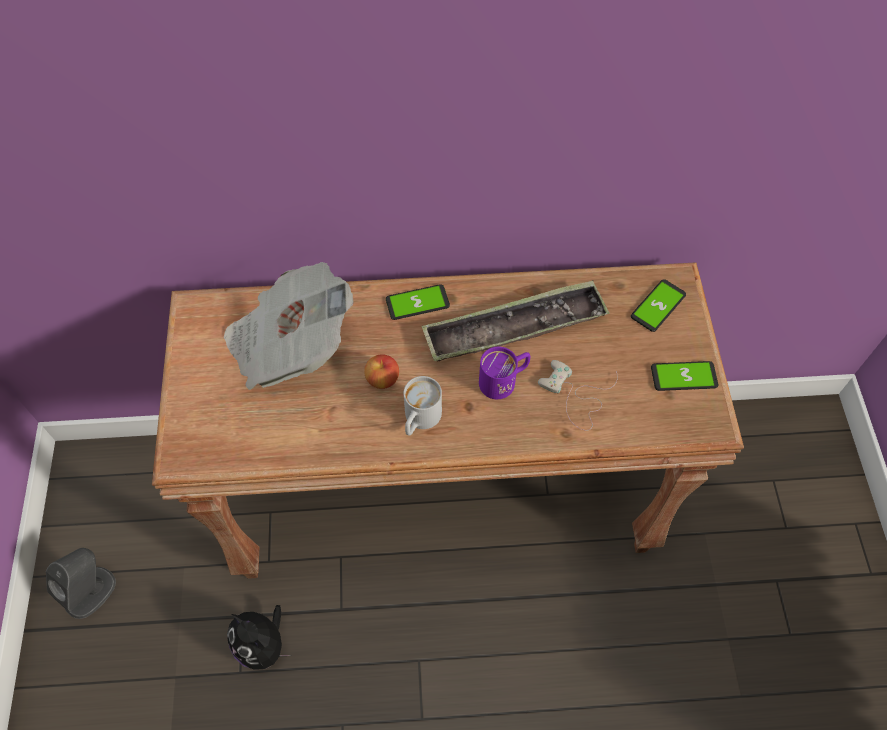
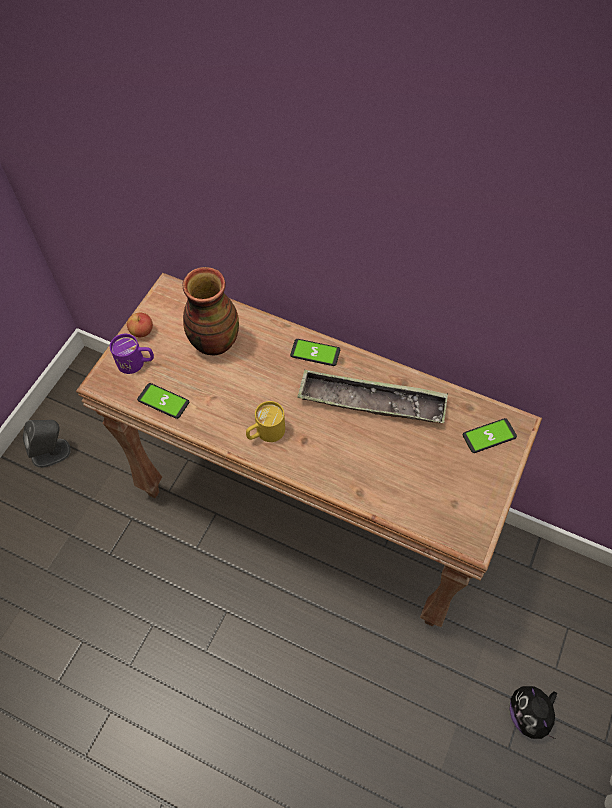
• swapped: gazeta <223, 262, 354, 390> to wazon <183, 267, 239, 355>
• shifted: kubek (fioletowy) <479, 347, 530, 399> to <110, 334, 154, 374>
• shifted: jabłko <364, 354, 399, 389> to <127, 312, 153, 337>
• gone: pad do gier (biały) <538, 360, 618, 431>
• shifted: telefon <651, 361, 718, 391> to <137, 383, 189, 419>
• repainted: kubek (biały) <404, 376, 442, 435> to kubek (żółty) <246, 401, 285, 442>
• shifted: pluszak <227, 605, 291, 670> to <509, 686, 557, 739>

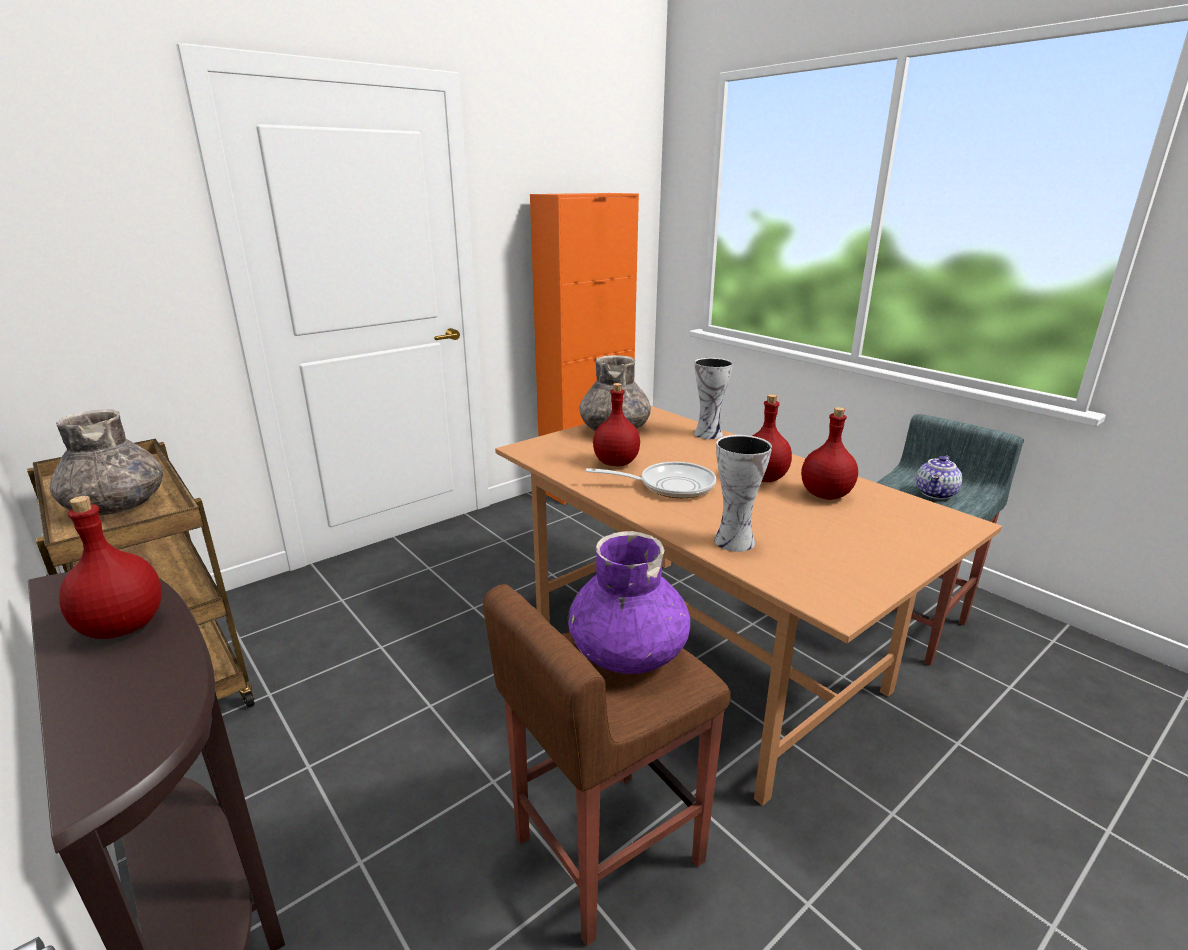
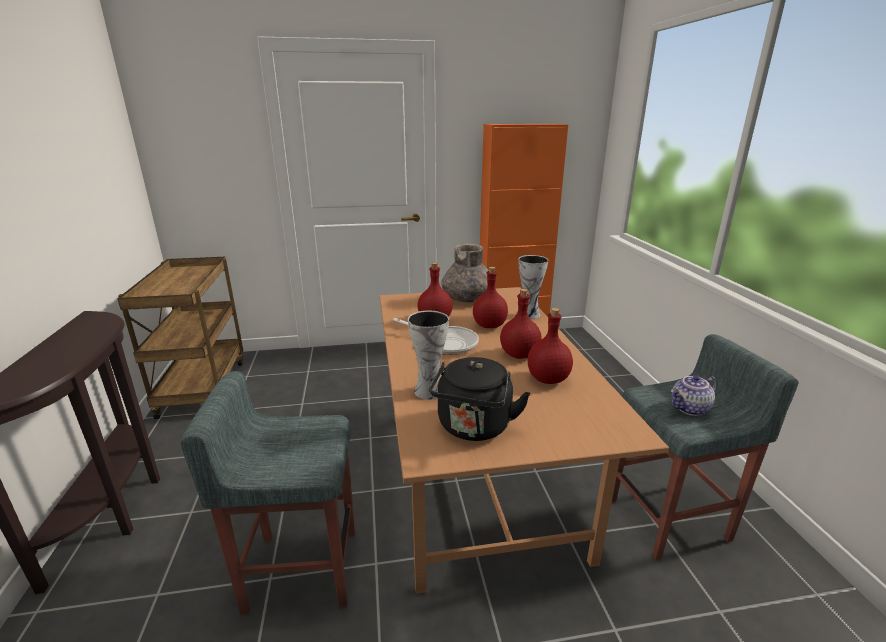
• gone: wazon (szary) <49, 409, 163, 516>
• shifted: butelka (czerwony) <59, 496, 162, 639> to <473, 267, 508, 328>
• gone: wazon (fioletowy) <568, 531, 690, 674>
• repainted: stołek (brązowy) <483, 584, 731, 946> to stołek (szary) <181, 371, 355, 615>
• new: czajnik (czarny) <429, 357, 530, 441>

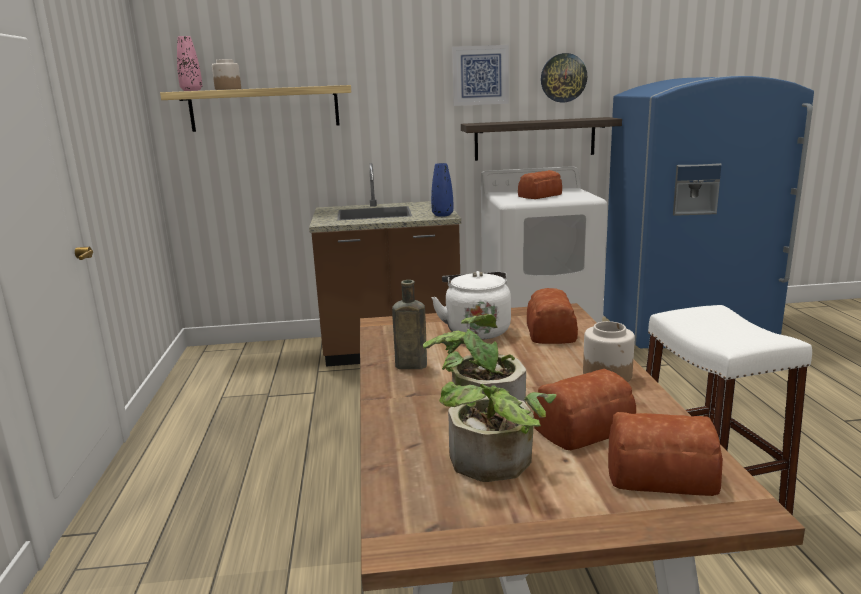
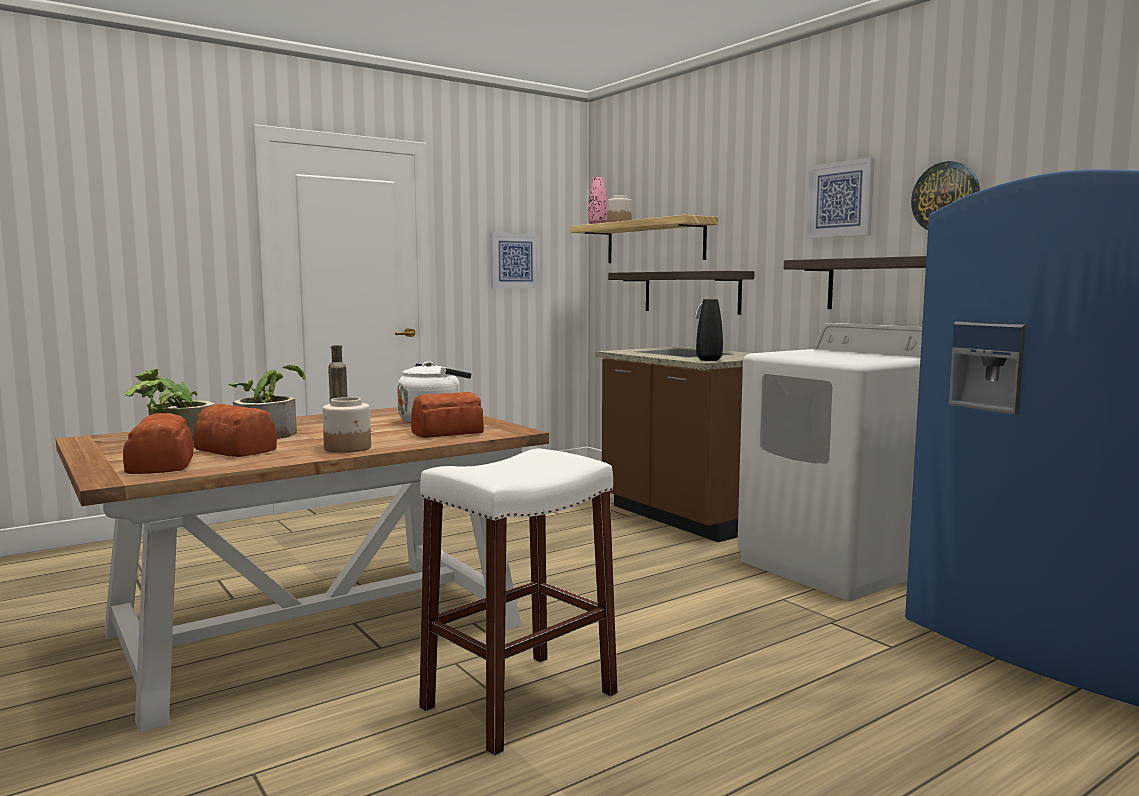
• repainted: wazon (niebieski) <431, 163, 453, 217> to wazon (czarny) <696, 299, 723, 361>
• gone: chleb <518, 170, 562, 199>
• new: obraz <490, 232, 539, 289>
• new: półka <608, 271, 754, 315>

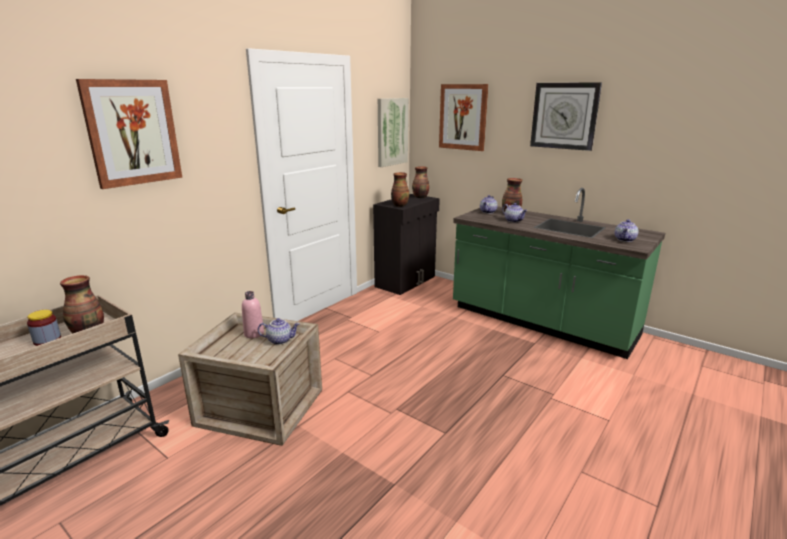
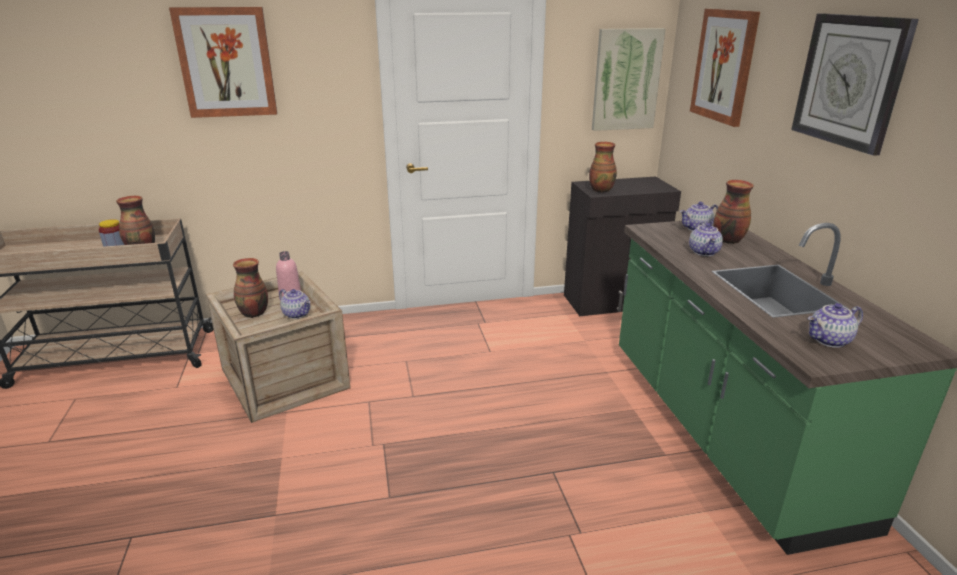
• shifted: wazon <412, 166, 429, 198> to <233, 258, 268, 318>

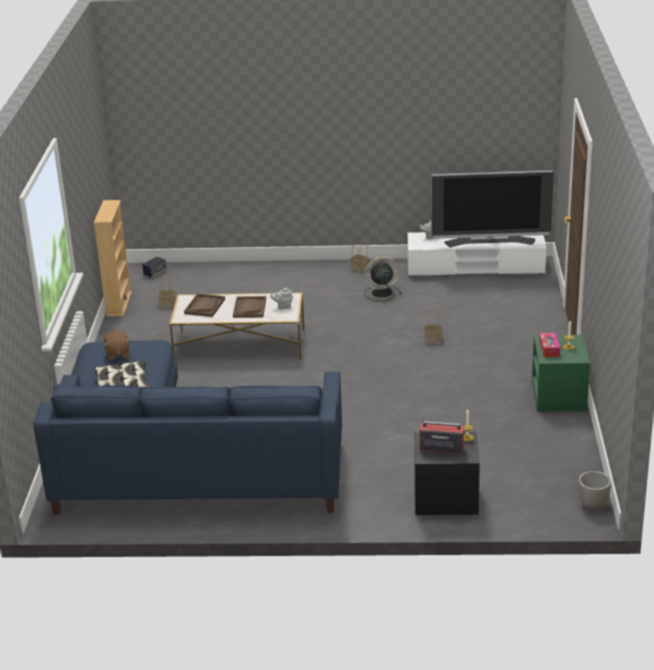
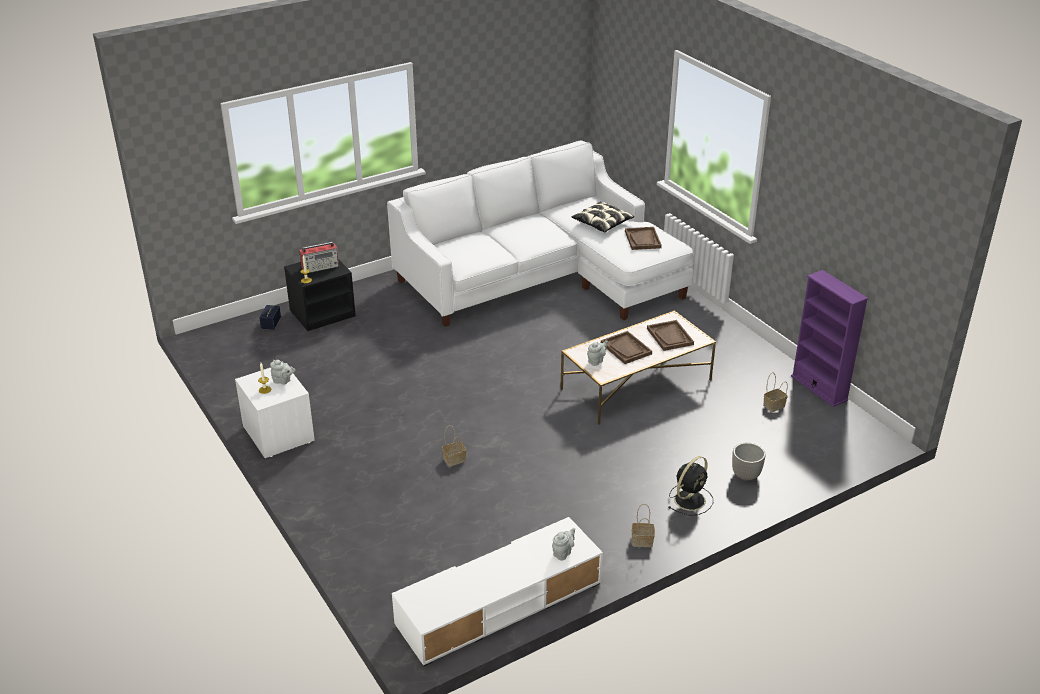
• gone: telewizor <432, 170, 554, 247>
• repainted: regał (beżowy) <94, 200, 132, 317> to regał (fioletowy) <791, 270, 869, 407>
• shifted: głośnik <142, 257, 166, 278> to <259, 305, 281, 330>
• shifted: wentylator (czarny) <364, 257, 401, 302> to <668, 456, 713, 516>
• swapped: pluszak (brązowy) <103, 331, 130, 360> to taca (brązowy) <625, 227, 662, 250>
• swapped: pudełko chusteczek <539, 332, 560, 357> to imbryk (szary) <270, 360, 296, 384>
• repainted: szafka nocna (zielony) <532, 335, 590, 412> to szafka nocna (biały) <235, 368, 315, 458>
• repainted: kanapa (niebieski) <33, 340, 342, 515> to kanapa (biały) <387, 141, 694, 327>
• shifted: donica <578, 471, 611, 509> to <732, 443, 765, 481>

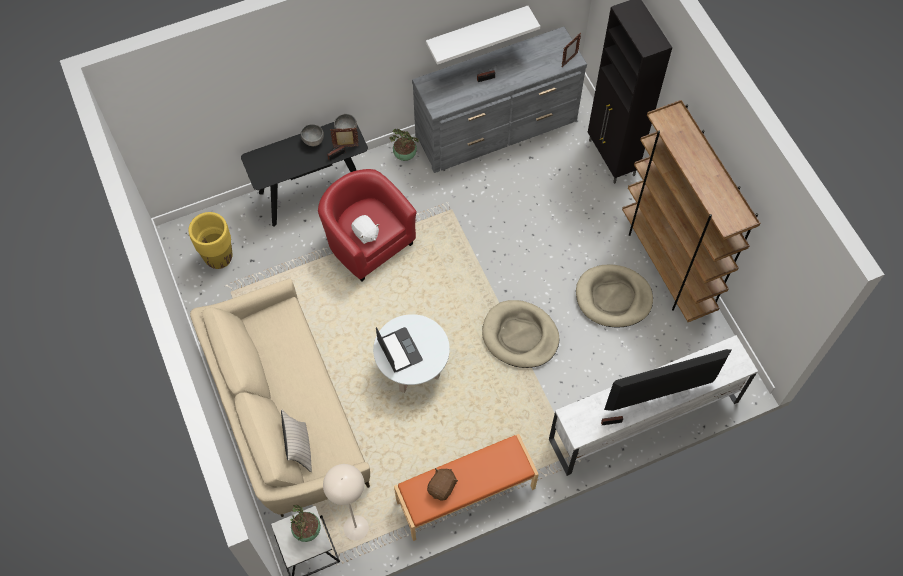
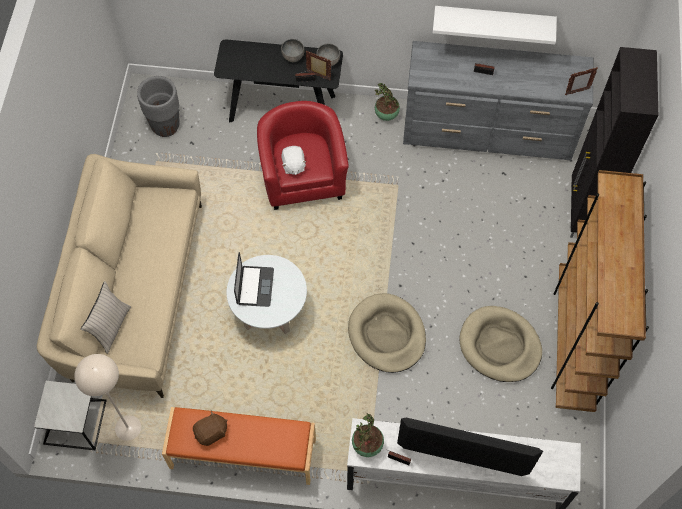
• repainted: donica (żółty) <189, 212, 233, 269> to donica (szary) <137, 76, 180, 137>
• shifted: roślina doniczkowa <290, 505, 321, 542> to <352, 414, 384, 457>

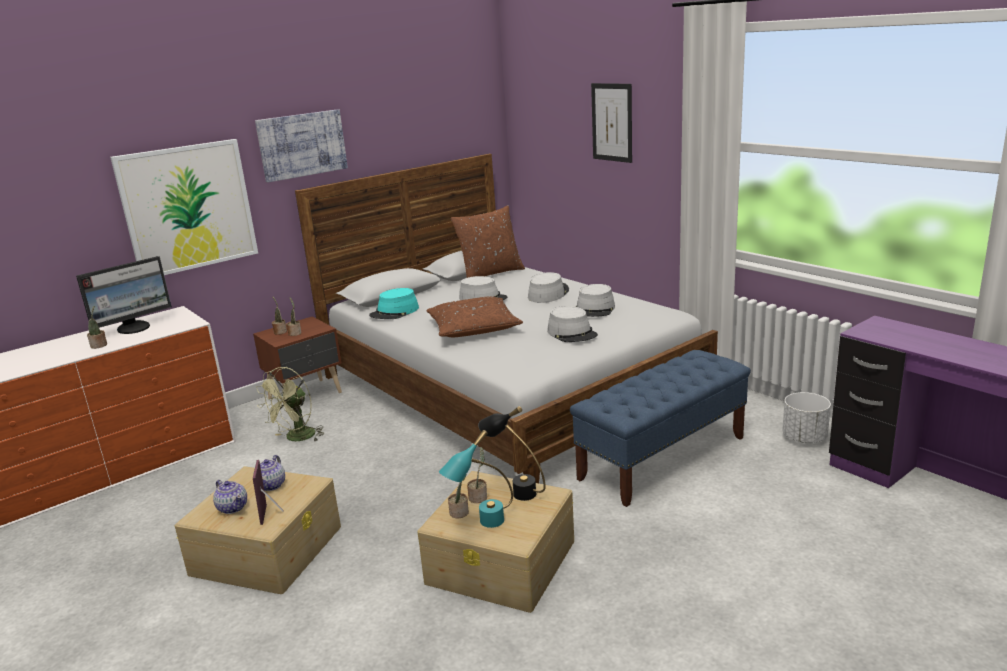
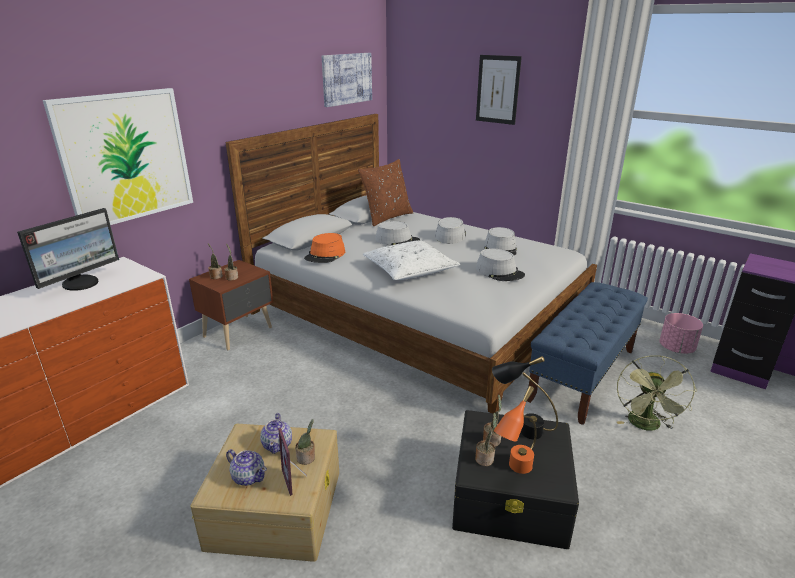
• shifted: obraz <255, 109, 348, 182> to <322, 53, 372, 107>
• repainted: kapelusz (turkusowy) <369, 288, 419, 319> to kapelusz (pomarańczowy) <304, 233, 345, 263>
• repainted: poduszka (brązowy) <426, 296, 523, 337> to poduszka (biały) <363, 240, 460, 280>
• shifted: roślina doniczkowa <87, 306, 107, 349> to <295, 419, 315, 465>
• shifted: wentylator (zielony) <256, 367, 324, 441> to <617, 355, 697, 431>
• repainted: donica (biały) <782, 392, 831, 443> to donica (różowy) <659, 313, 703, 354>
• repainted: lampa stołowa (turkusowy) <439, 430, 513, 528> to lampa stołowa (pomarańczowy) <494, 386, 537, 474>
• repainted: pojemnik do przechowywania (beżowy) <417, 471, 574, 613> to pojemnik do przechowywania (czarny) <452, 410, 579, 549>

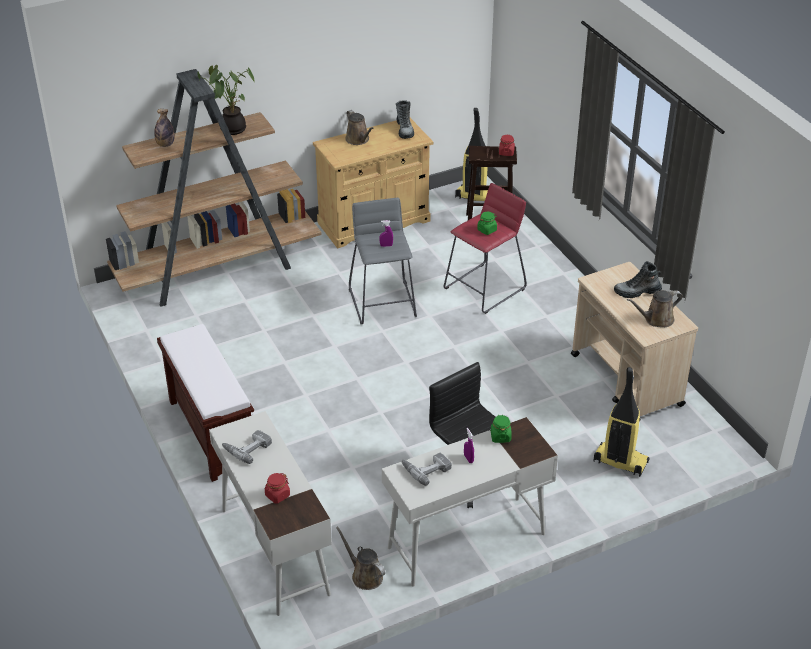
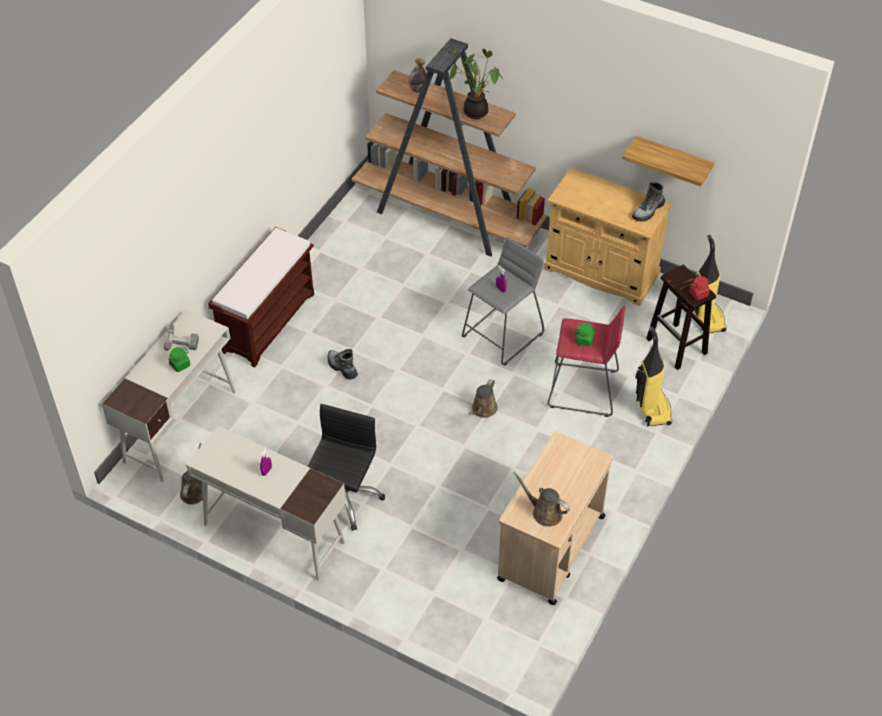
• shifted: konewka (brązowy) <345, 110, 374, 145> to <469, 379, 498, 418>
• shifted: but z cholewką <614, 261, 662, 298> to <328, 349, 358, 380>
• shifted: odkurzacz <593, 367, 650, 477> to <635, 326, 672, 426>
• shifted: słoik (zielony) <491, 415, 512, 443> to <168, 347, 190, 372>
• gone: wiertarka <402, 453, 452, 486>
• gone: słoik (czerwony) <264, 473, 290, 503>
• new: półka <622, 136, 714, 187>

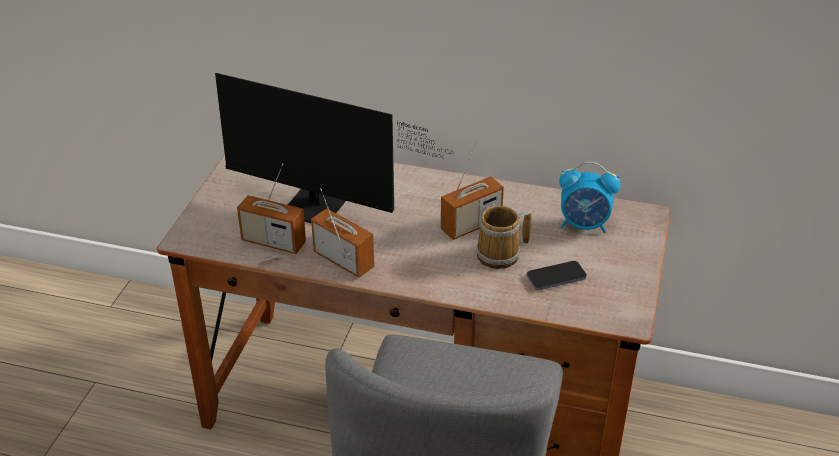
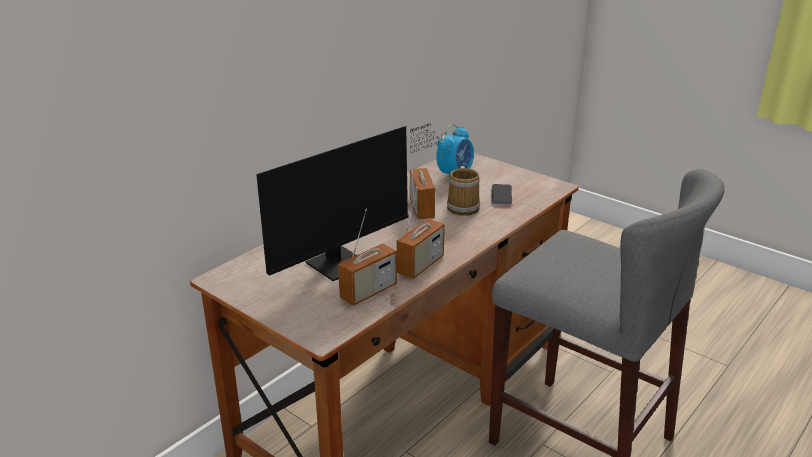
• rotated: radio <311, 188, 374, 278> = <396, 186, 445, 279> 150 degrees clockwise

